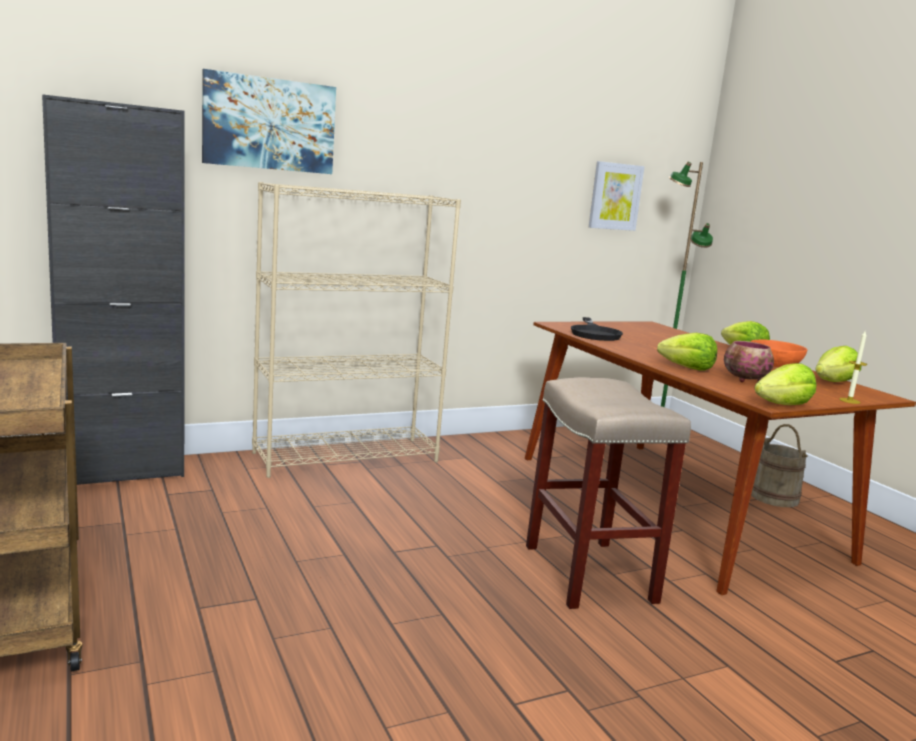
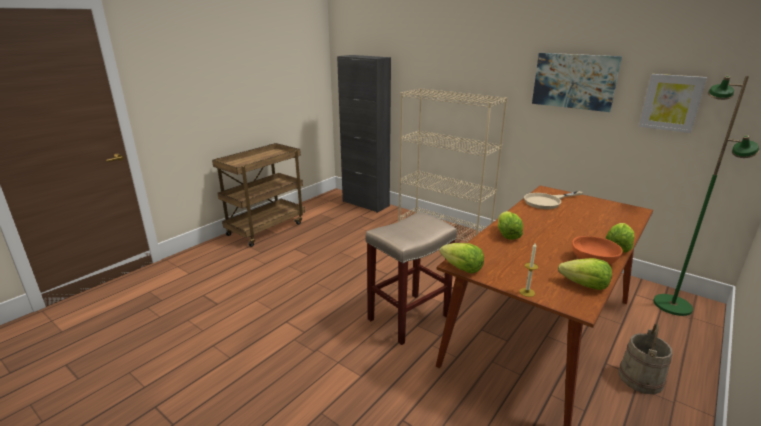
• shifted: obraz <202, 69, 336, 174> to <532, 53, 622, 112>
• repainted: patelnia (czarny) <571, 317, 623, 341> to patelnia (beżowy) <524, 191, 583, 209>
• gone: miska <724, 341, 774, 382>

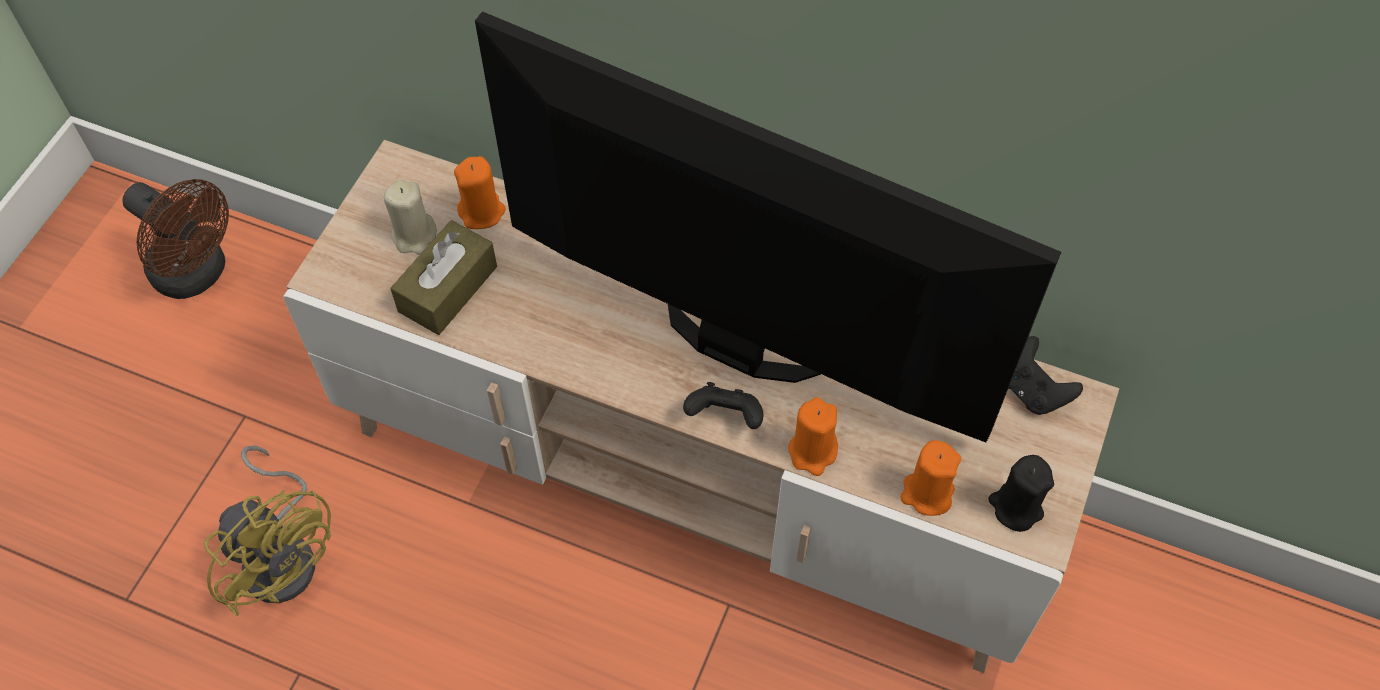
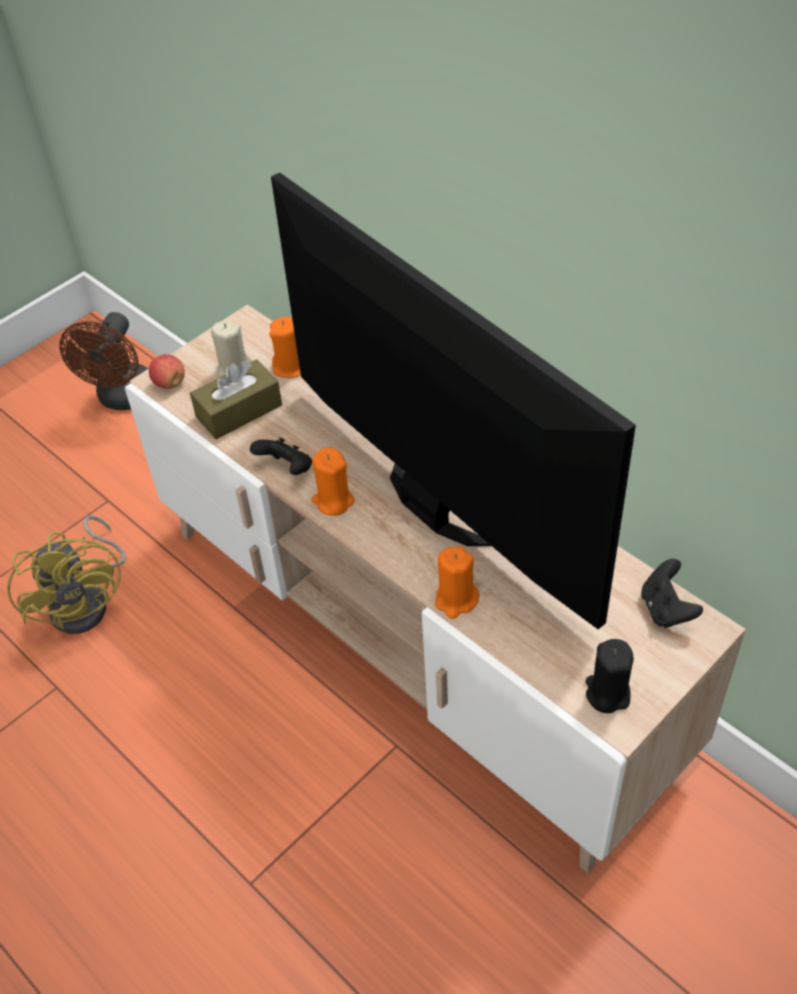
• rotated: wentylator (brązowy) <122, 179, 229, 299> = <59, 312, 149, 410> 45 degrees clockwise
• shifted: pad do gier (czarny) <683, 382, 763, 429> to <250, 438, 312, 475>
• shifted: świeca (pomarańczowy) <900, 440, 961, 516> to <311, 447, 355, 516>
• new: jabłko <149, 354, 185, 389>

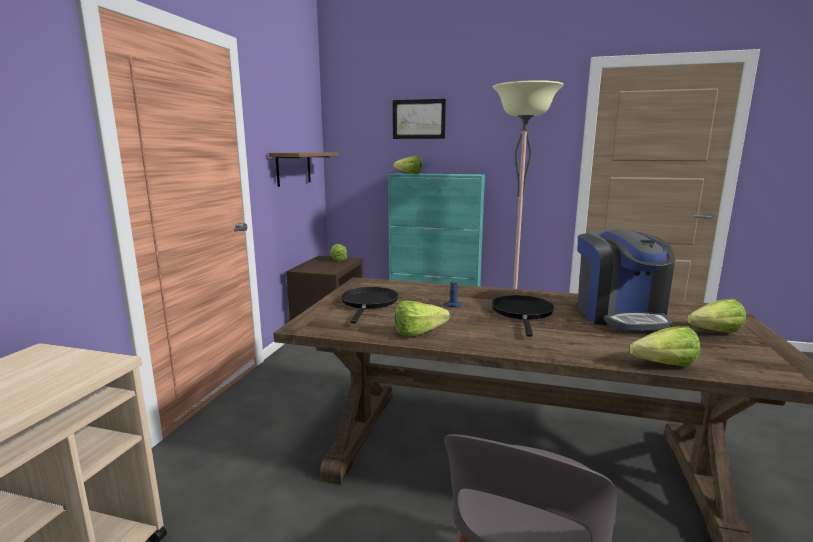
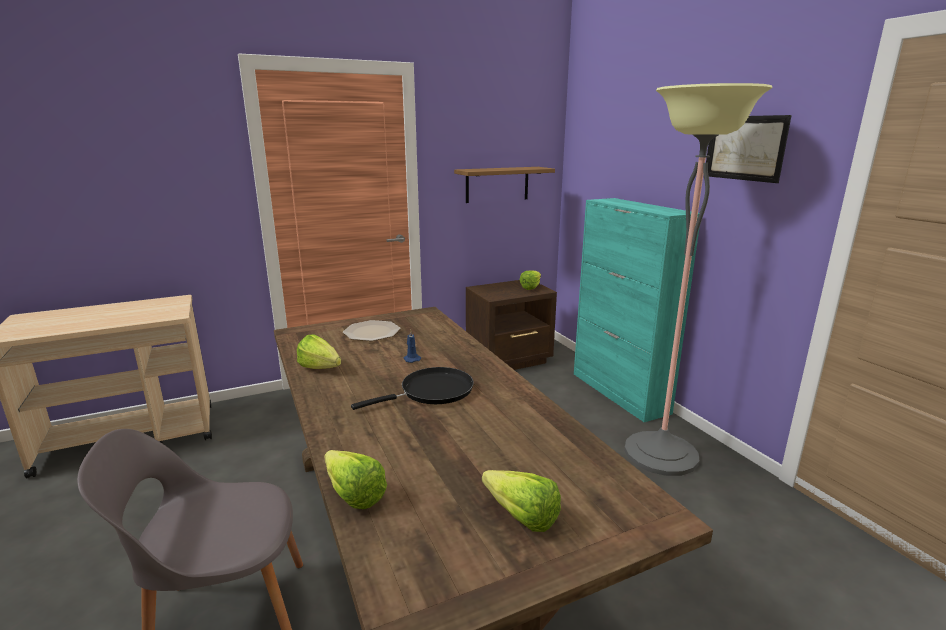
• shifted: obraz <393, 99, 446, 139> to <706, 115, 792, 183>
• gone: sałata <393, 156, 422, 174>
• gone: ekspres do kawy <577, 229, 675, 331>
• swapped: patelnia (czarny) <341, 287, 399, 323> to talerz <343, 320, 401, 341>

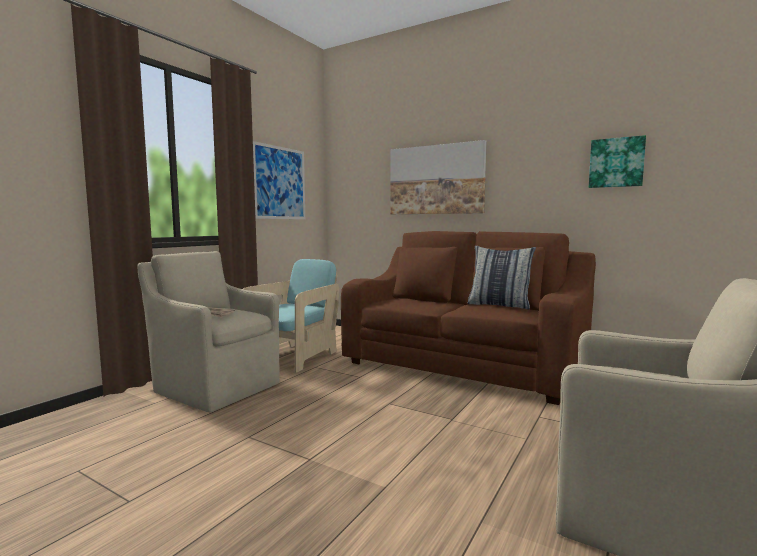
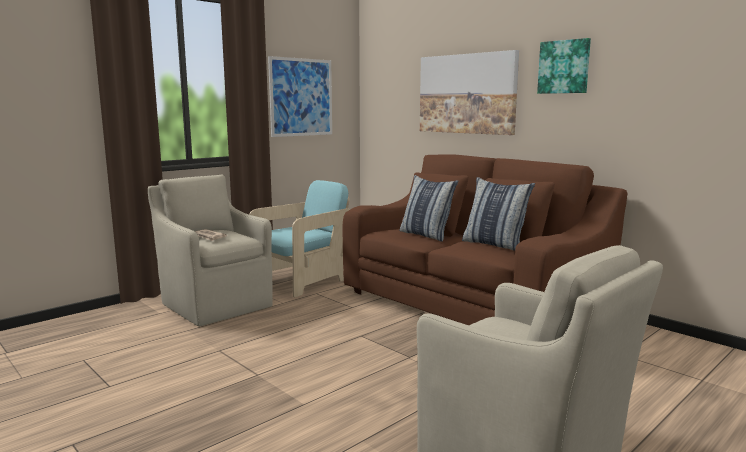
• shifted: obraz <589, 135, 646, 188> to <537, 38, 591, 94>
• new: poduszka <400, 175, 458, 242>

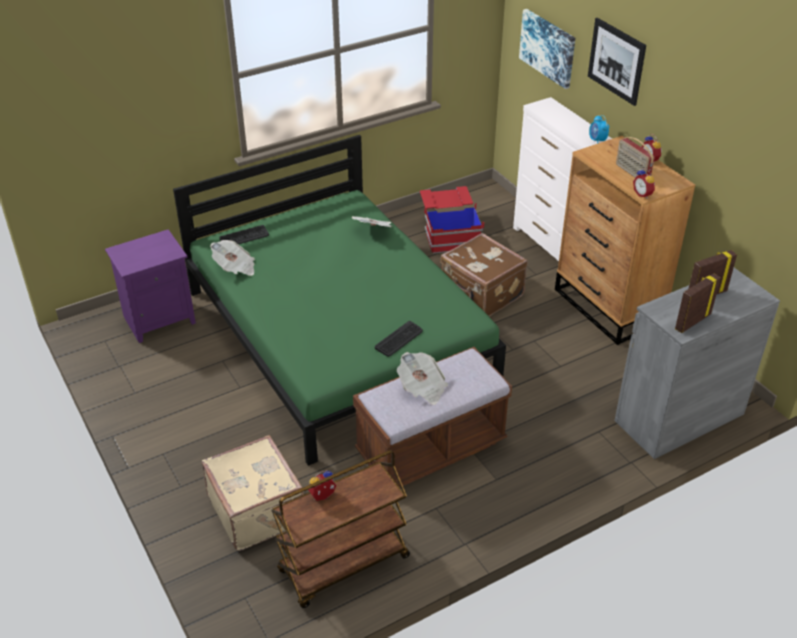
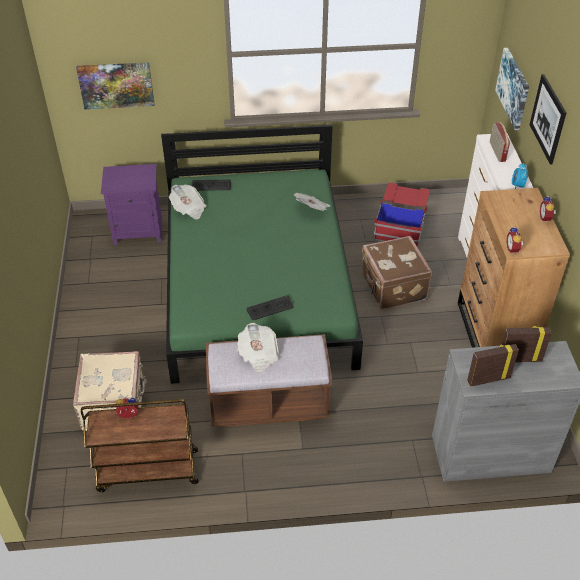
• shifted: radio <616, 137, 655, 178> to <490, 122, 510, 162>
• new: obraz <76, 62, 155, 109>

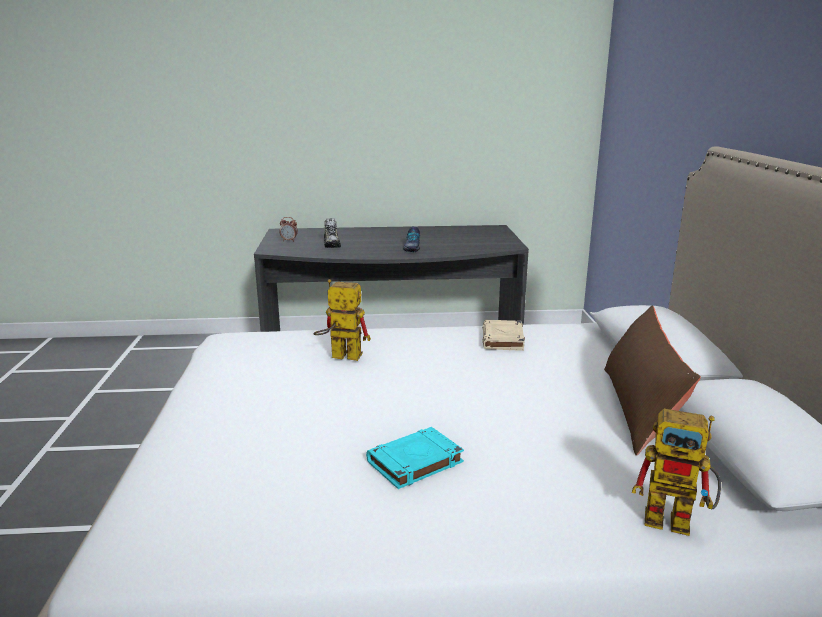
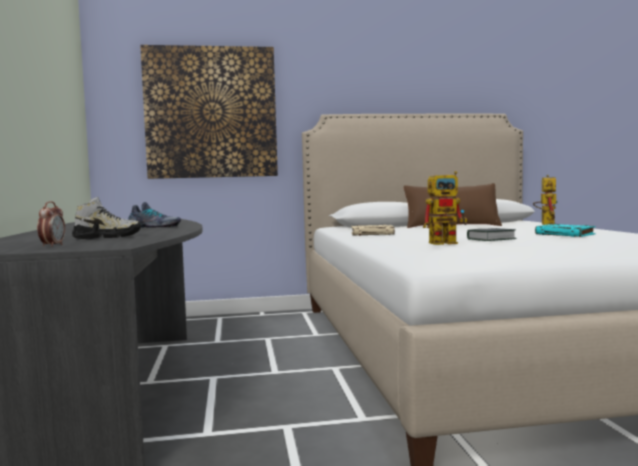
• rotated: robot zabawkowy <314, 279, 371, 361> = <423, 171, 467, 245> 105 degrees counterclockwise
• new: obraz <140, 45, 278, 179>
• new: książka <467, 228, 517, 241>

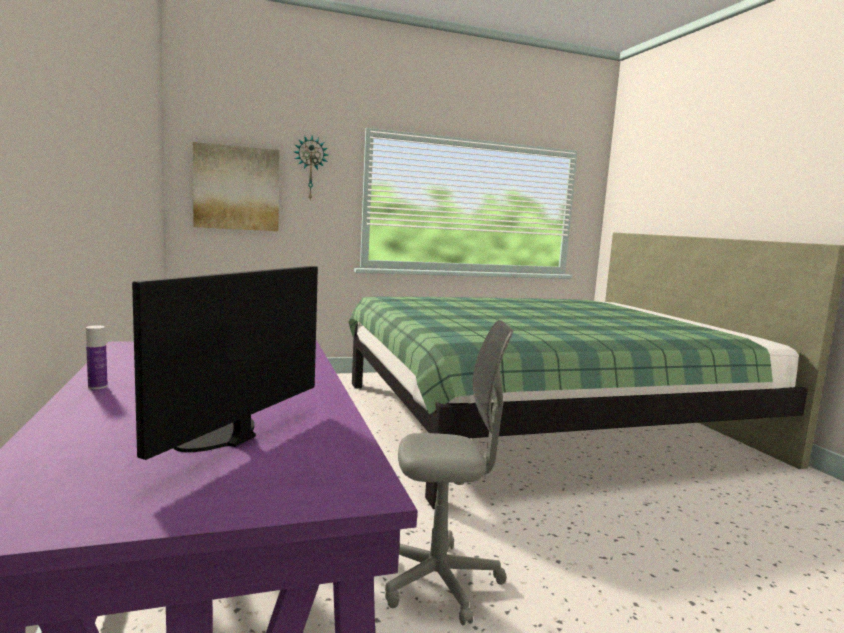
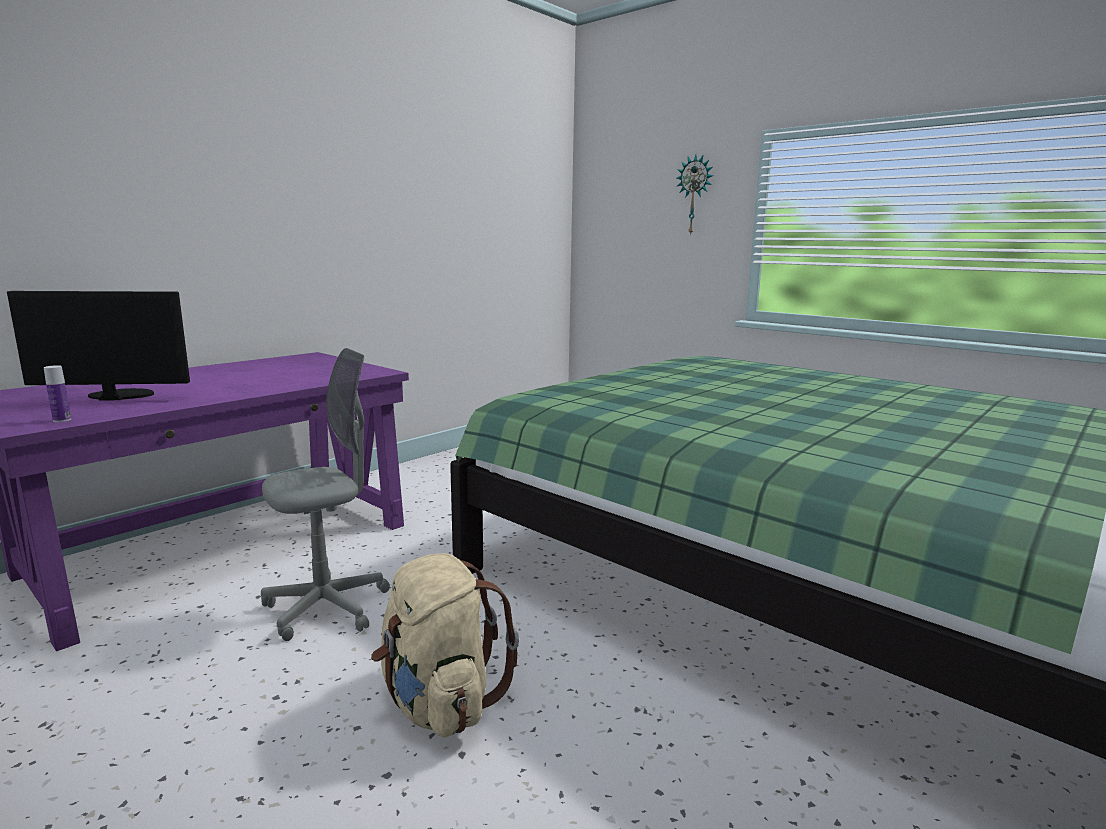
• gone: obraz <193, 142, 280, 231>
• rotated: krzesło biurowe (szary) <385, 320, 513, 625> = <261, 348, 390, 641> 90 degrees counterclockwise
• shifted: butelka <86, 326, 108, 389> to <44, 365, 71, 422>
• new: plecak (beżowy) <371, 553, 519, 737>

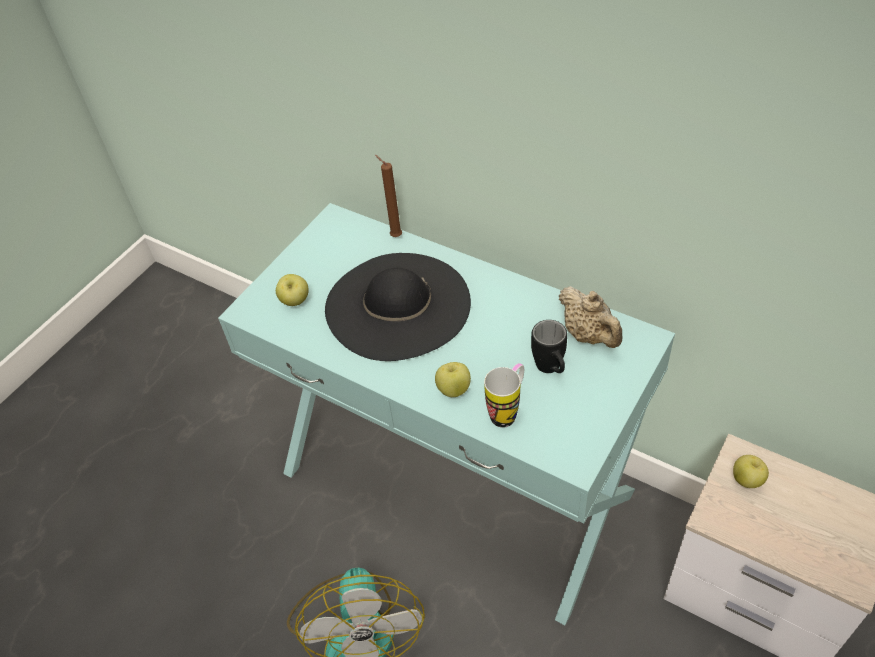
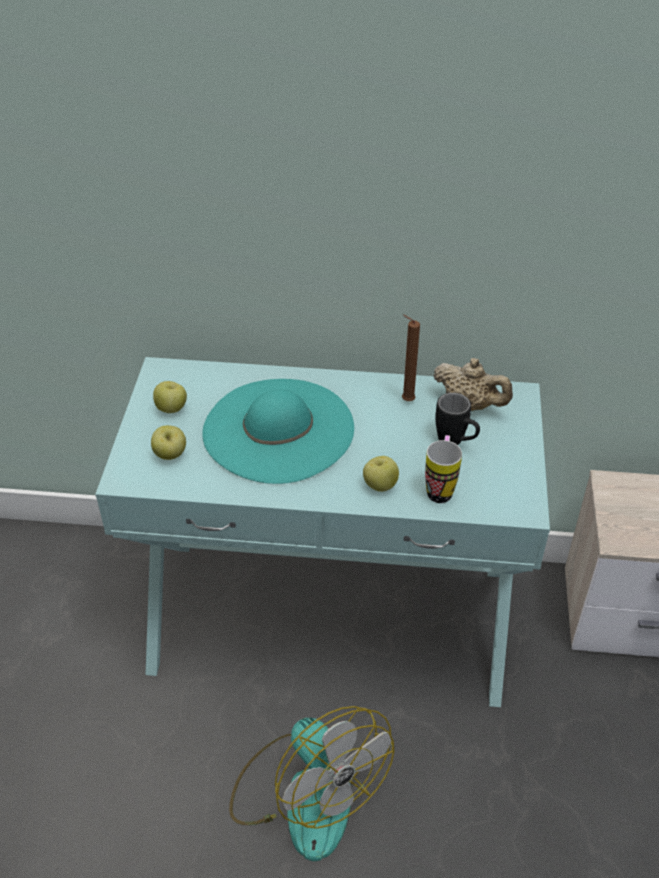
• shifted: świeca (brązowy) <375, 155, 402, 237> to <402, 314, 420, 401>
• repainted: kapelusz (czarny) <325, 253, 471, 361> to kapelusz (turkusowy) <202, 379, 354, 484>
• shifted: jabłko <733, 455, 769, 488> to <153, 381, 187, 413>

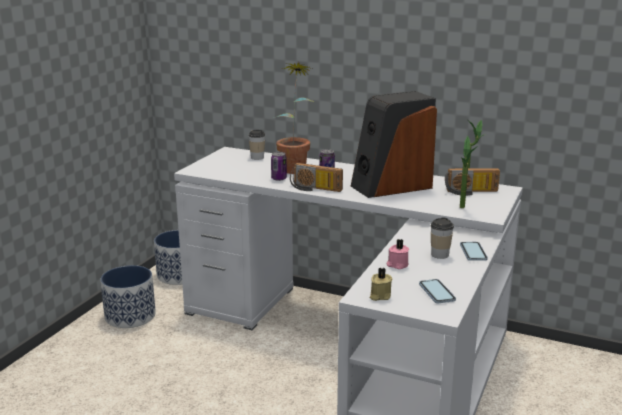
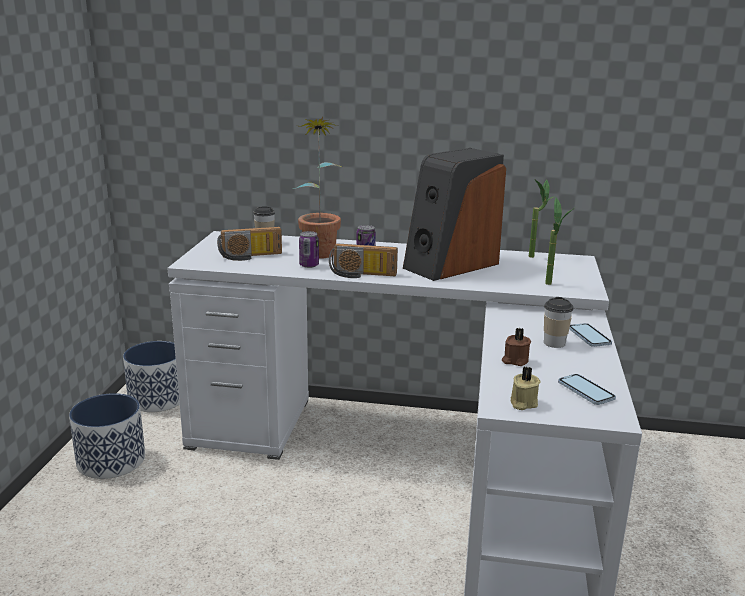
• shifted: radio <445, 168, 500, 196> to <217, 227, 282, 261>
• repainted: świeca (różowy) <387, 239, 409, 269> to świeca (brązowy) <502, 328, 531, 366>

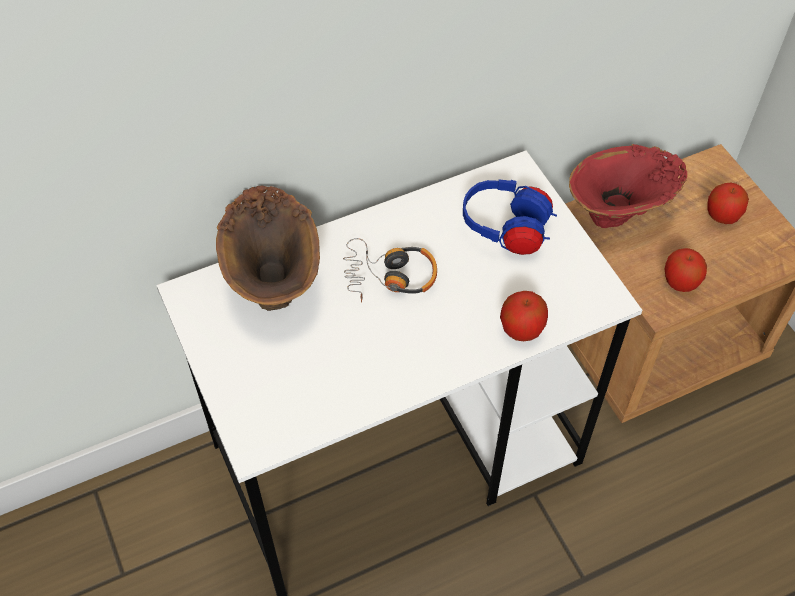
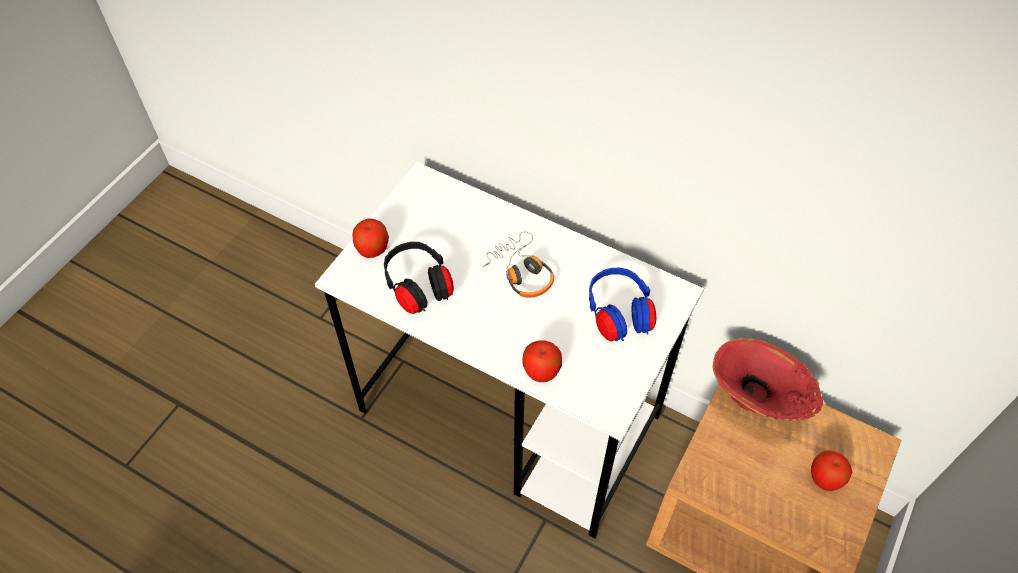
• gone: wazon (brązowy) <216, 185, 320, 311>
• shifted: jabłko <665, 248, 707, 292> to <352, 218, 389, 258>
• new: słuchawki (czarny) <384, 242, 454, 314>

